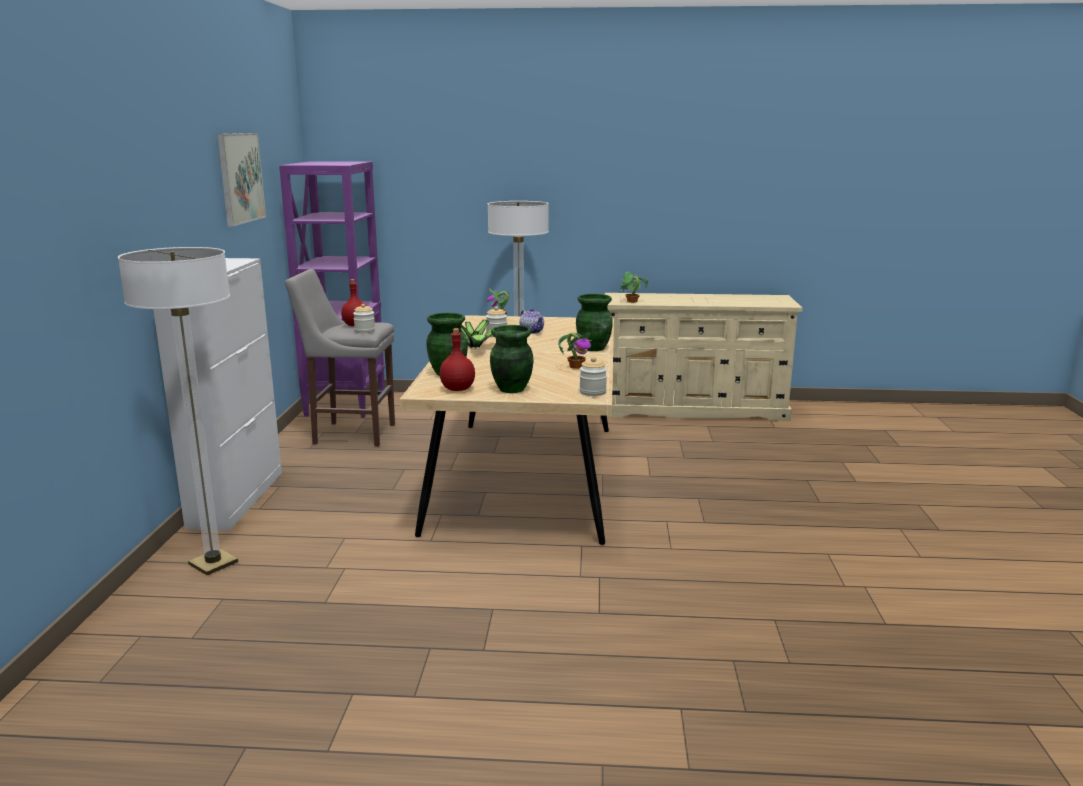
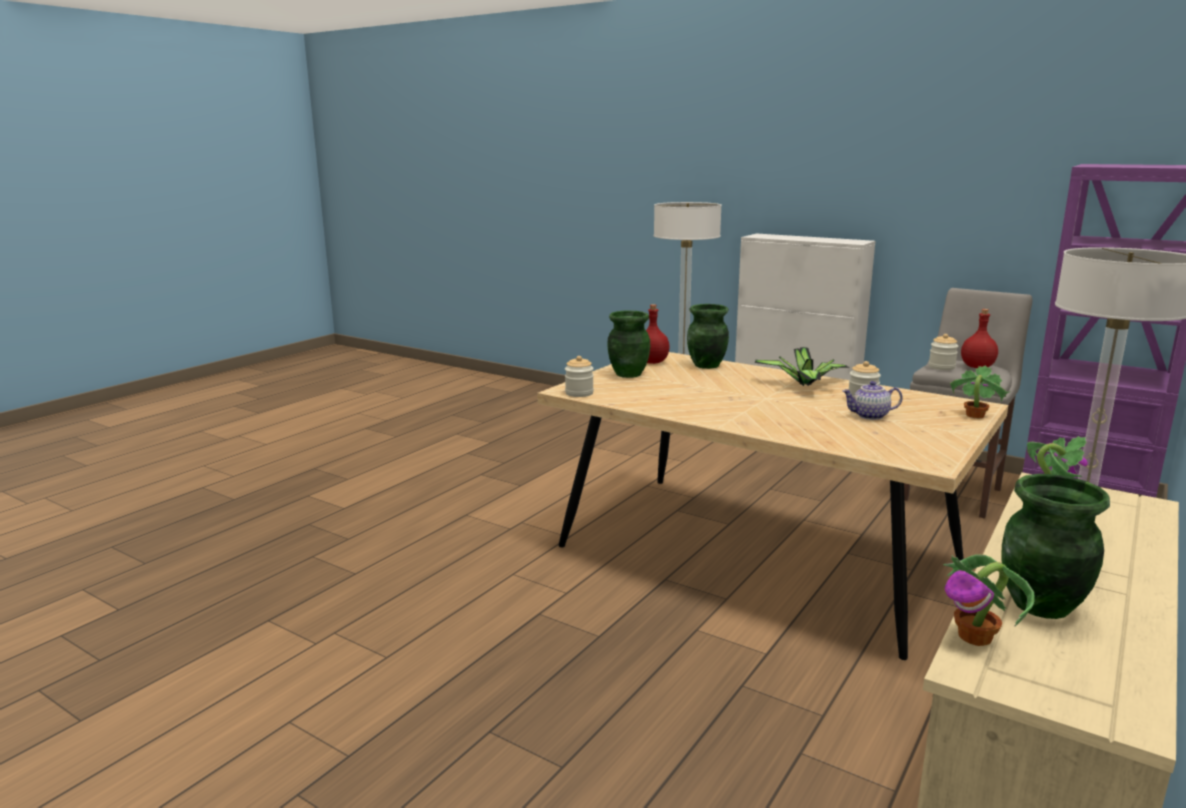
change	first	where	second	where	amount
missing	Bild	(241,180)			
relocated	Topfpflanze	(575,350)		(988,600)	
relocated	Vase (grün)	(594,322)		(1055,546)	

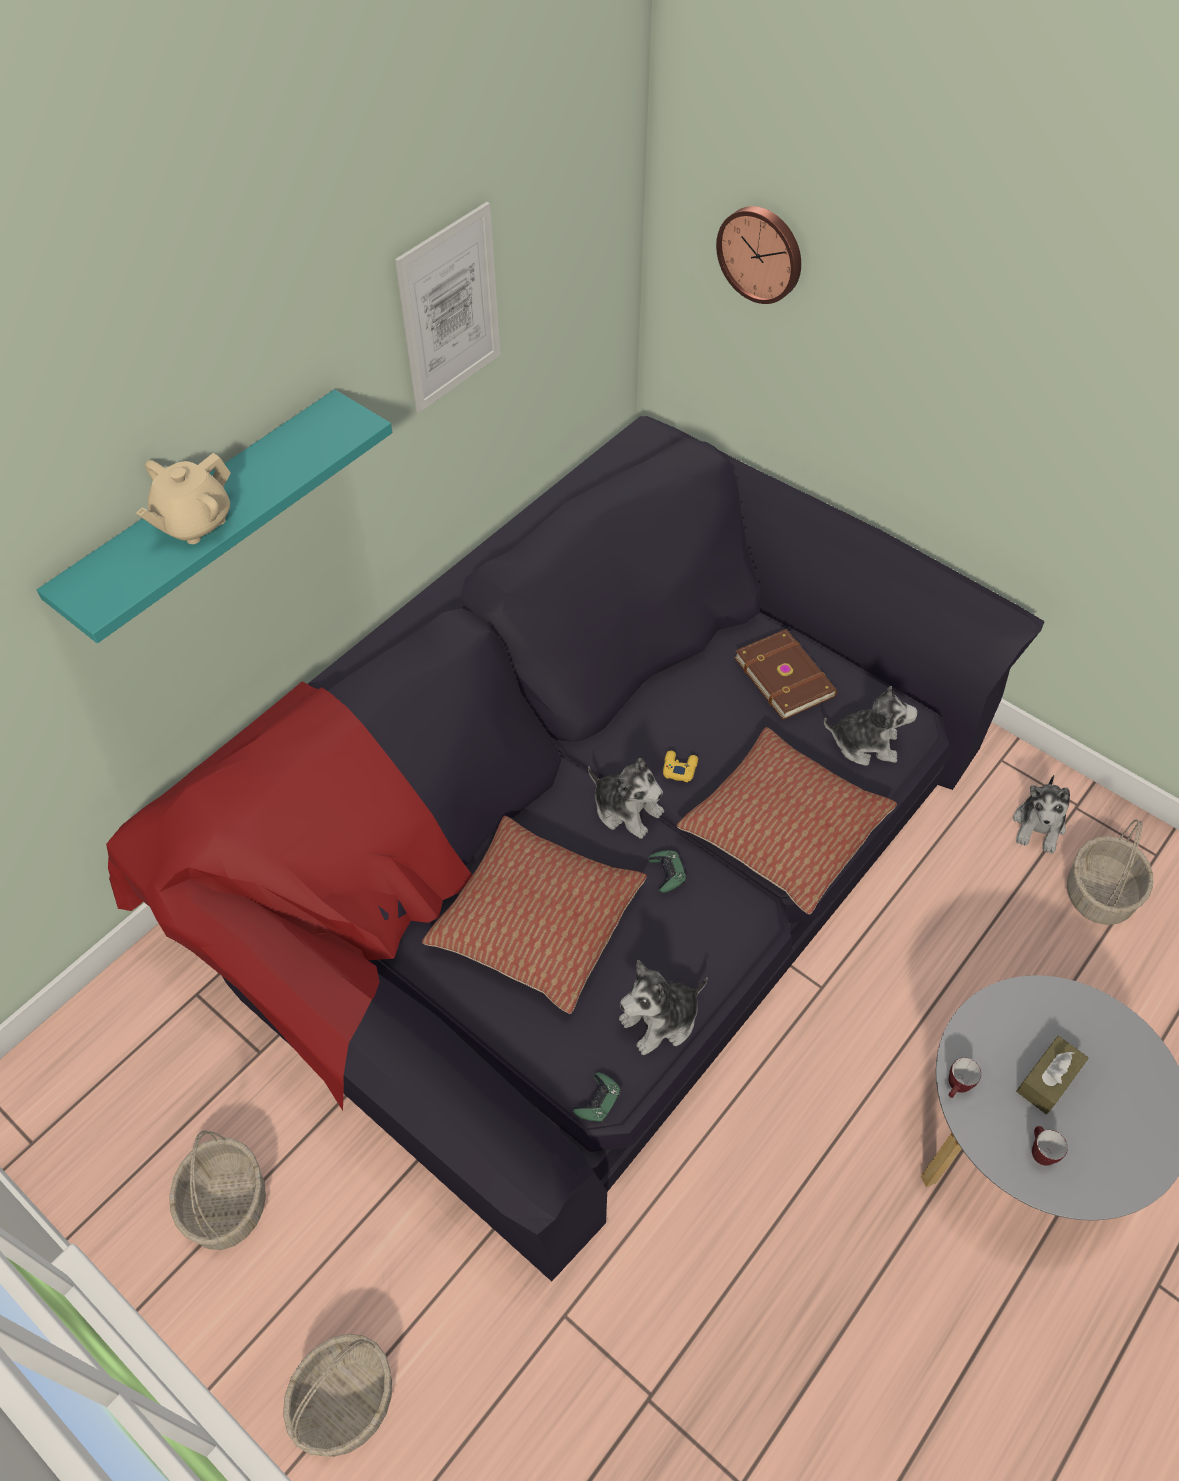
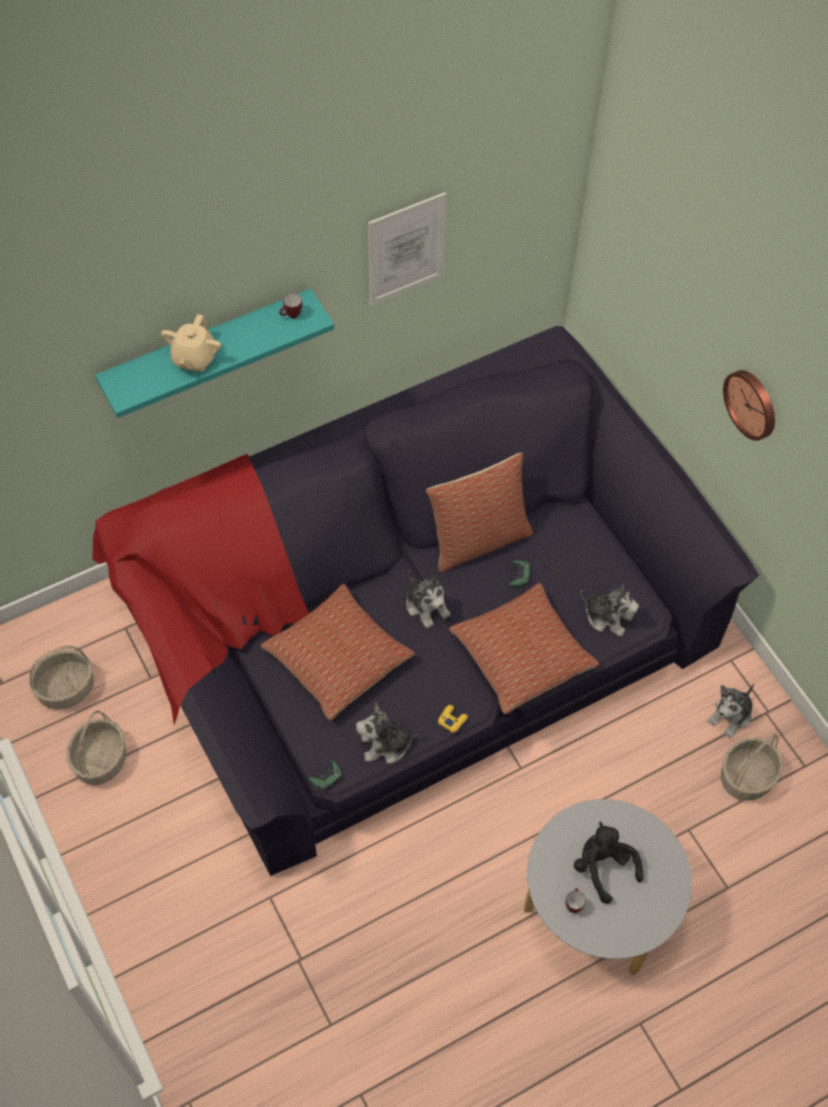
change	first	where	second	where	amount
missing	Buch (braun)	(786,674)			
appeared			Kissen	(479,512)	
relocated	Korb	(337,1395)		(61,678)	
relocated	Gamepad (grün)	(667,871)		(519,573)	
relocated	Gamepad (gelb)	(680,766)		(453,719)	
relocated	Wanduhr	(758,255)		(749,405)	
relocated	Henkelbecher	(965,1078)		(290,306)	
exchanged	Taschentuchbox (braun)	(1052,1075)	Plüschtier (schwarz)	(609,863)	
spun	Teekanne (beige)	(183,498)		(191,343)	45 degrees counterclockwise

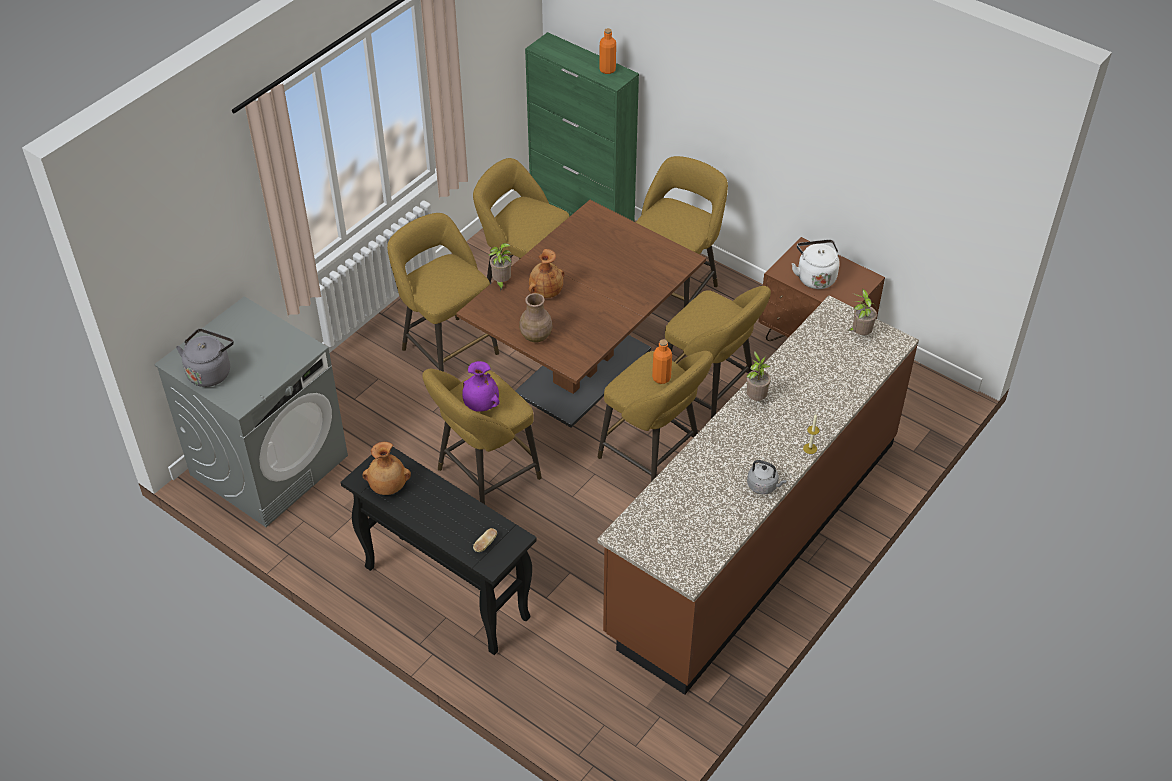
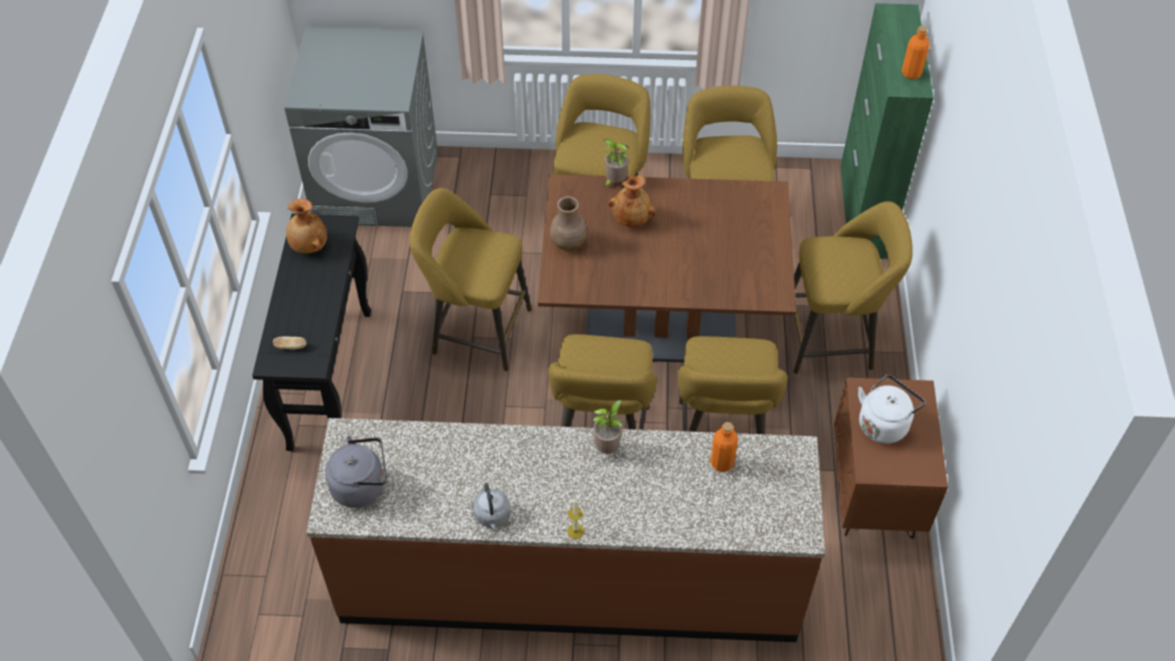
change	first	where	second	where	amount
missing	Vase (lila)	(481,386)			
missing	Topfpflanze	(863,312)			
relocated	Wasserkessel (grau)	(205,358)		(355,472)	
relocated	Flasche (orange)	(662,361)		(724,447)	

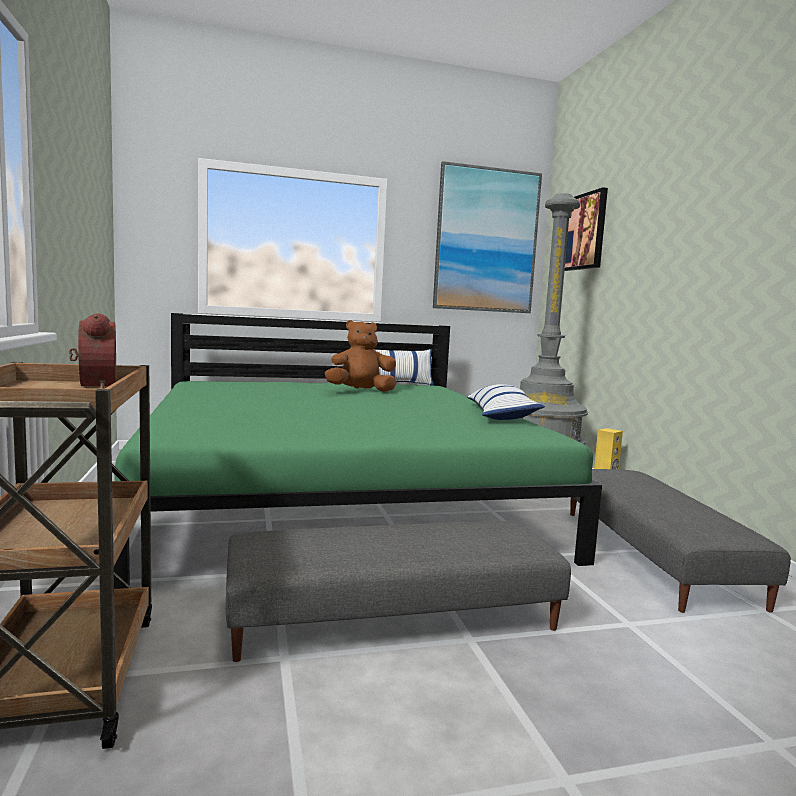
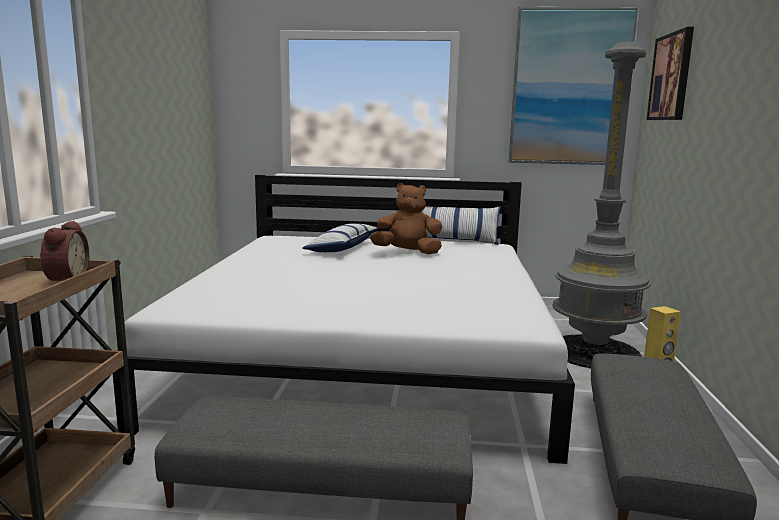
change	first	where	second	where	amount
relocated	Kissen	(506,402)		(340,237)	
colour	Bett (grün)	(358,451)	Bett (weiß)	(344,319)	

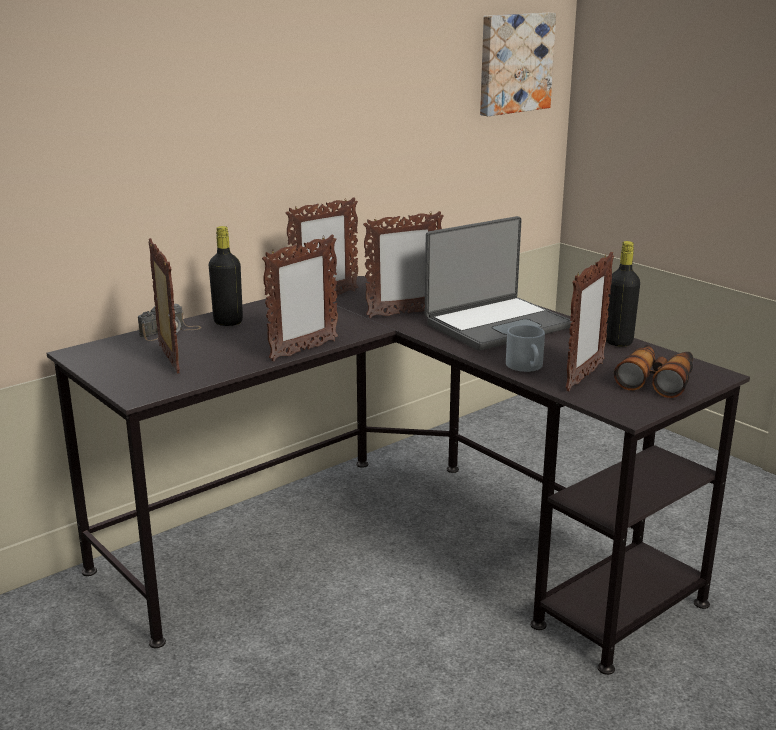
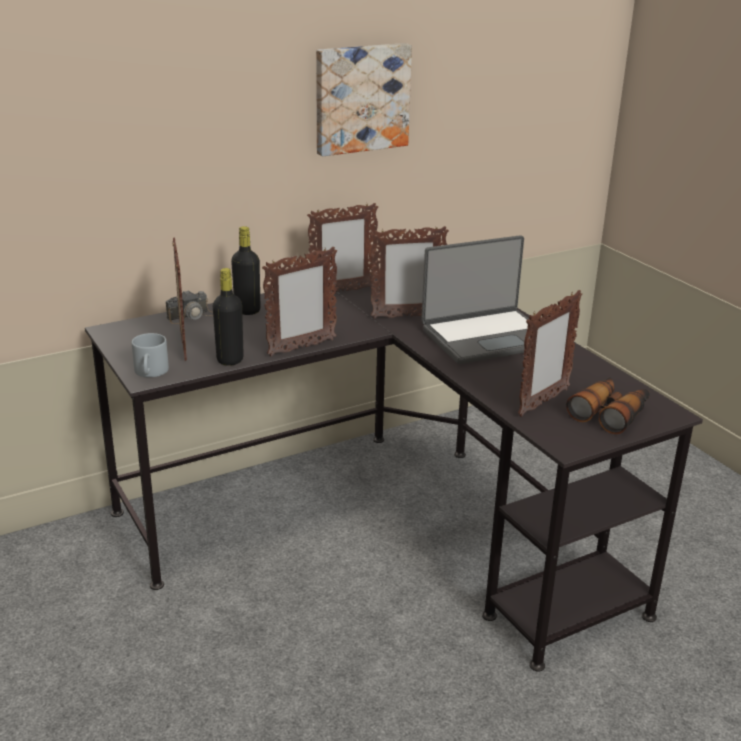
change	first	where	second	where	amount
relocated	Bild	(518,64)		(364,100)	
relocated	Henkelbecher (grau)	(525,348)		(150,355)	
relocated	Flasche (schwarz)	(623,294)		(228,317)	

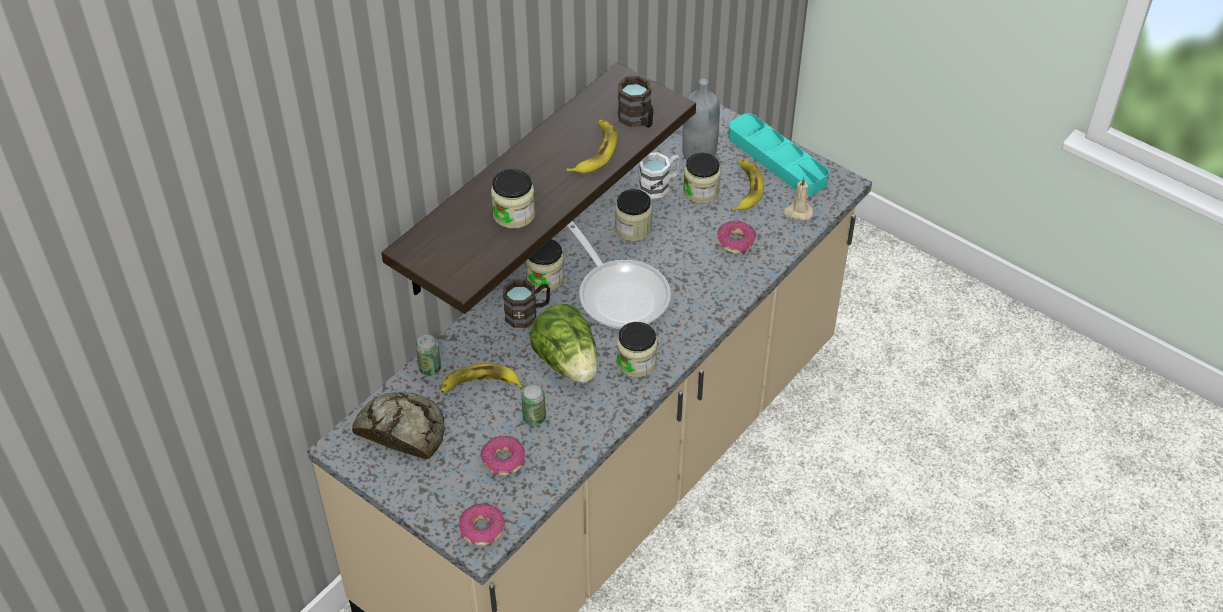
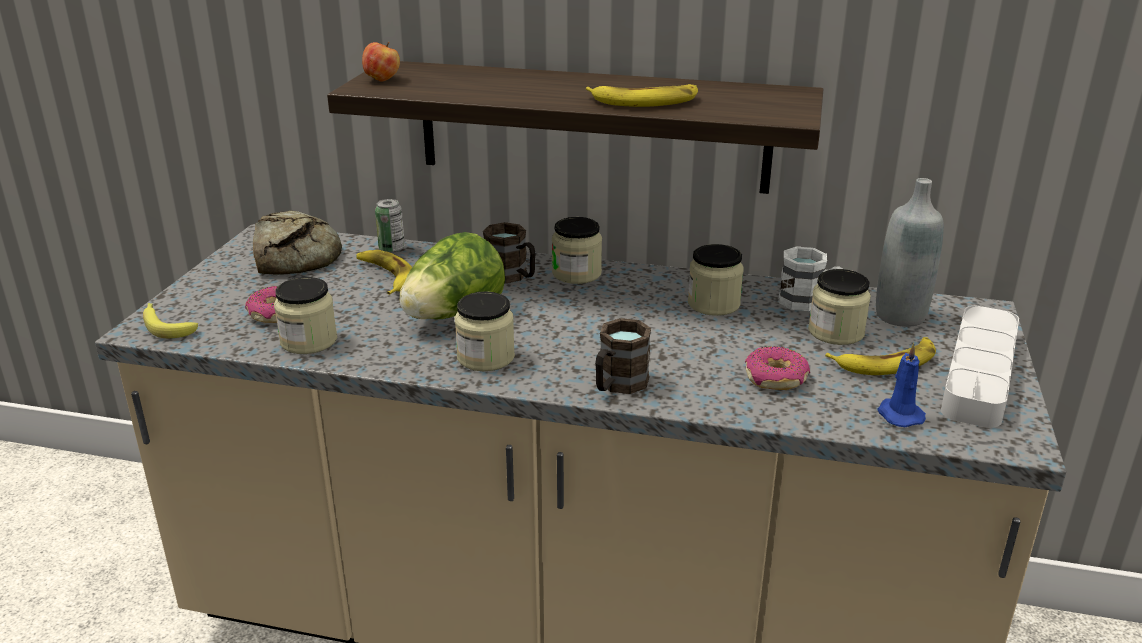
change	first	where	second	where	amount
missing	Dose	(533,405)			
missing	Pfanne	(619,275)			
appeared			Apfel	(381,61)	
relocated	Vorratsglas	(513,199)		(305,315)	
relocated	Henkelbecher (braun)	(635,102)		(623,356)	
exchanged	Donut	(482,524)	Banane	(170,320)	
colour	Tablett (türkis)	(778,154)	Tablett (grau)	(980,367)	
colour	Kerze (beige)	(798,198)	Kerze (blau)	(901,385)	

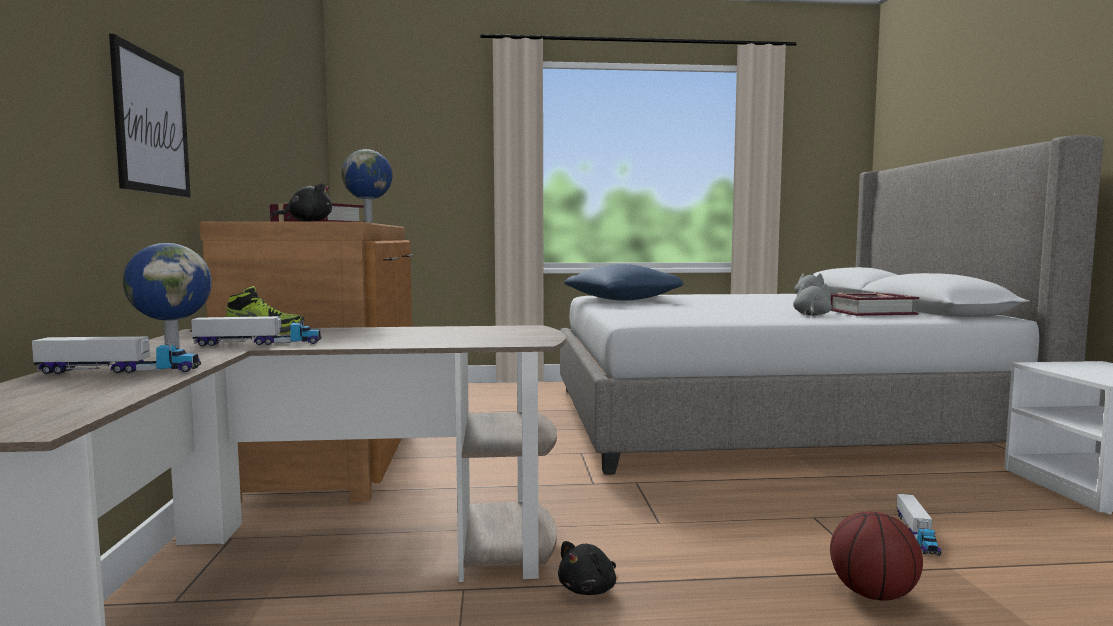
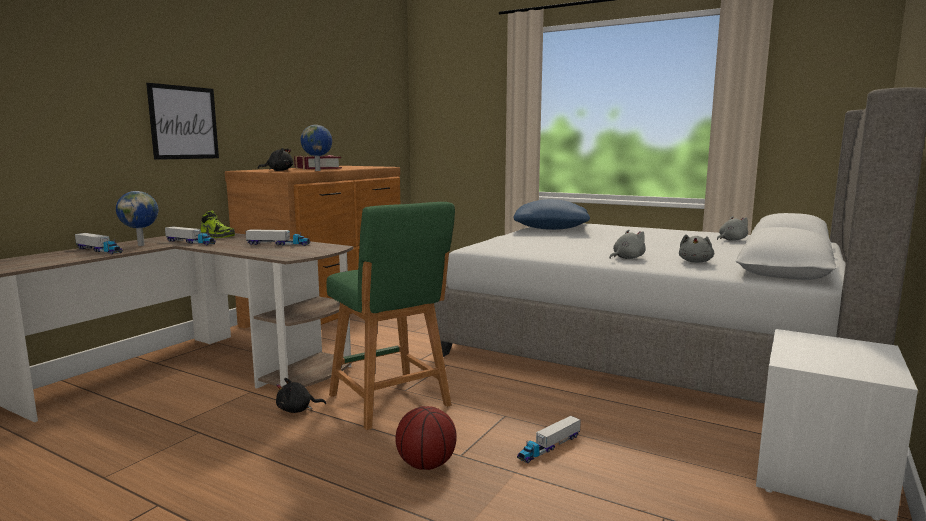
change	first	where	second	where	amount
appeared			Spielzeuglaster	(278,237)	
appeared			Hocker (grün)	(391,316)	
exchanged	Buch	(875,304)	Plüschtier (grau)	(696,248)	

